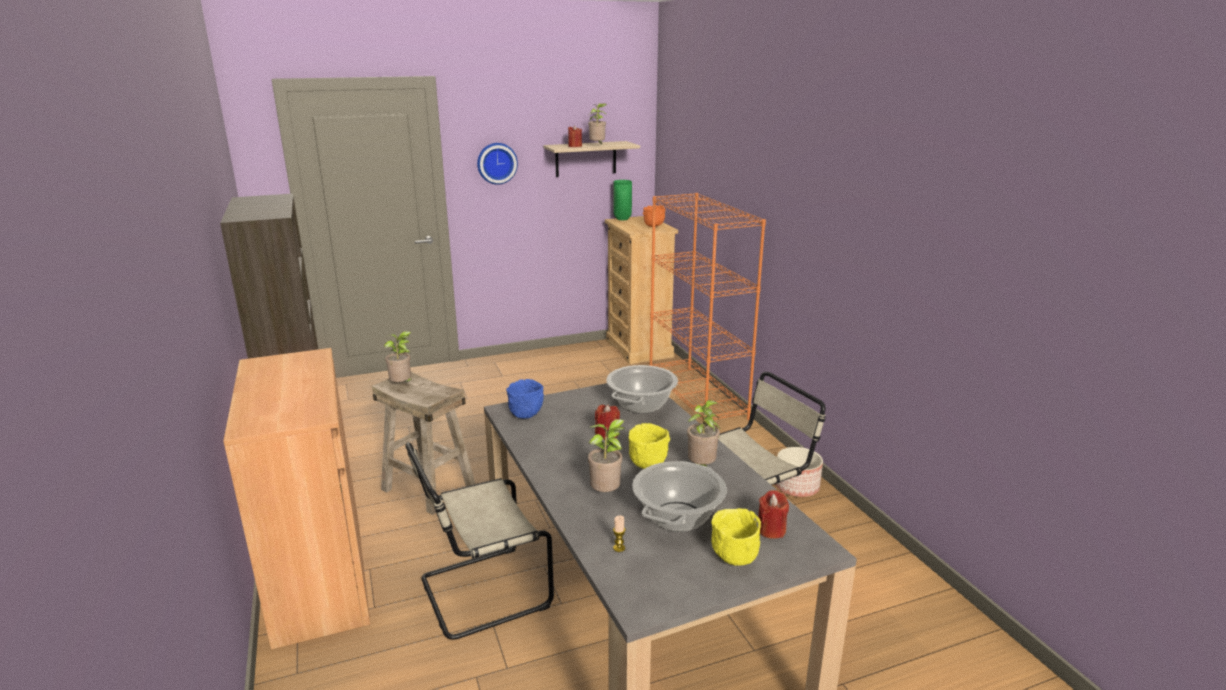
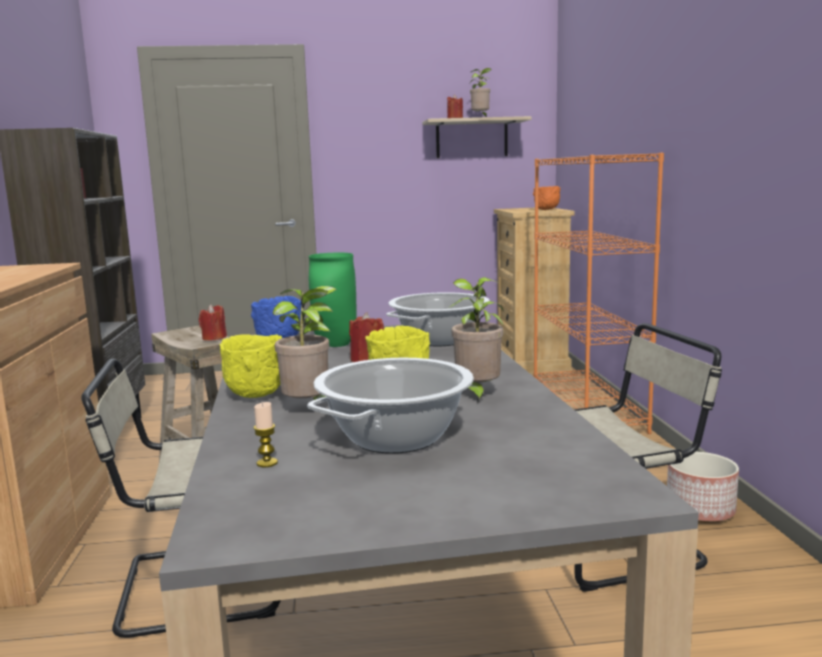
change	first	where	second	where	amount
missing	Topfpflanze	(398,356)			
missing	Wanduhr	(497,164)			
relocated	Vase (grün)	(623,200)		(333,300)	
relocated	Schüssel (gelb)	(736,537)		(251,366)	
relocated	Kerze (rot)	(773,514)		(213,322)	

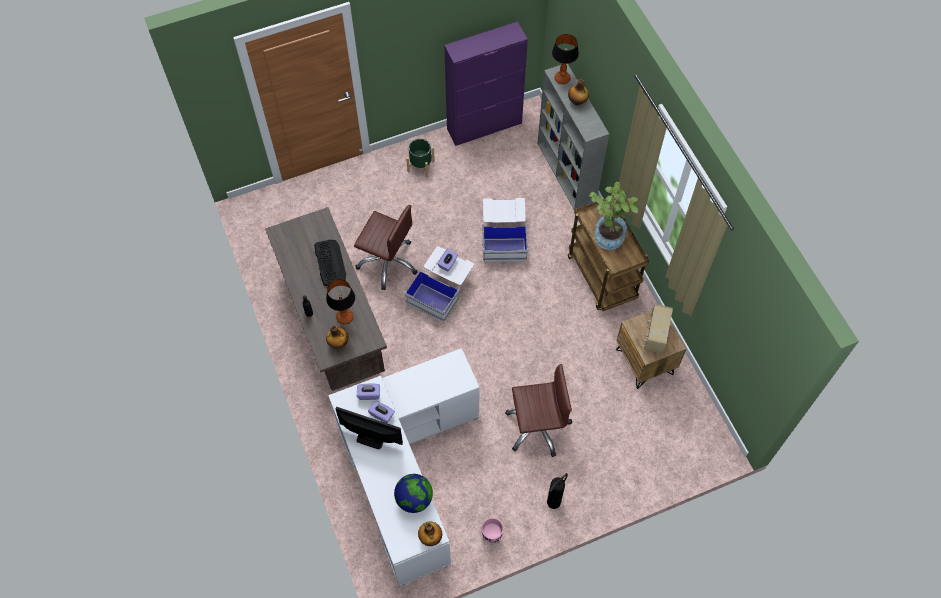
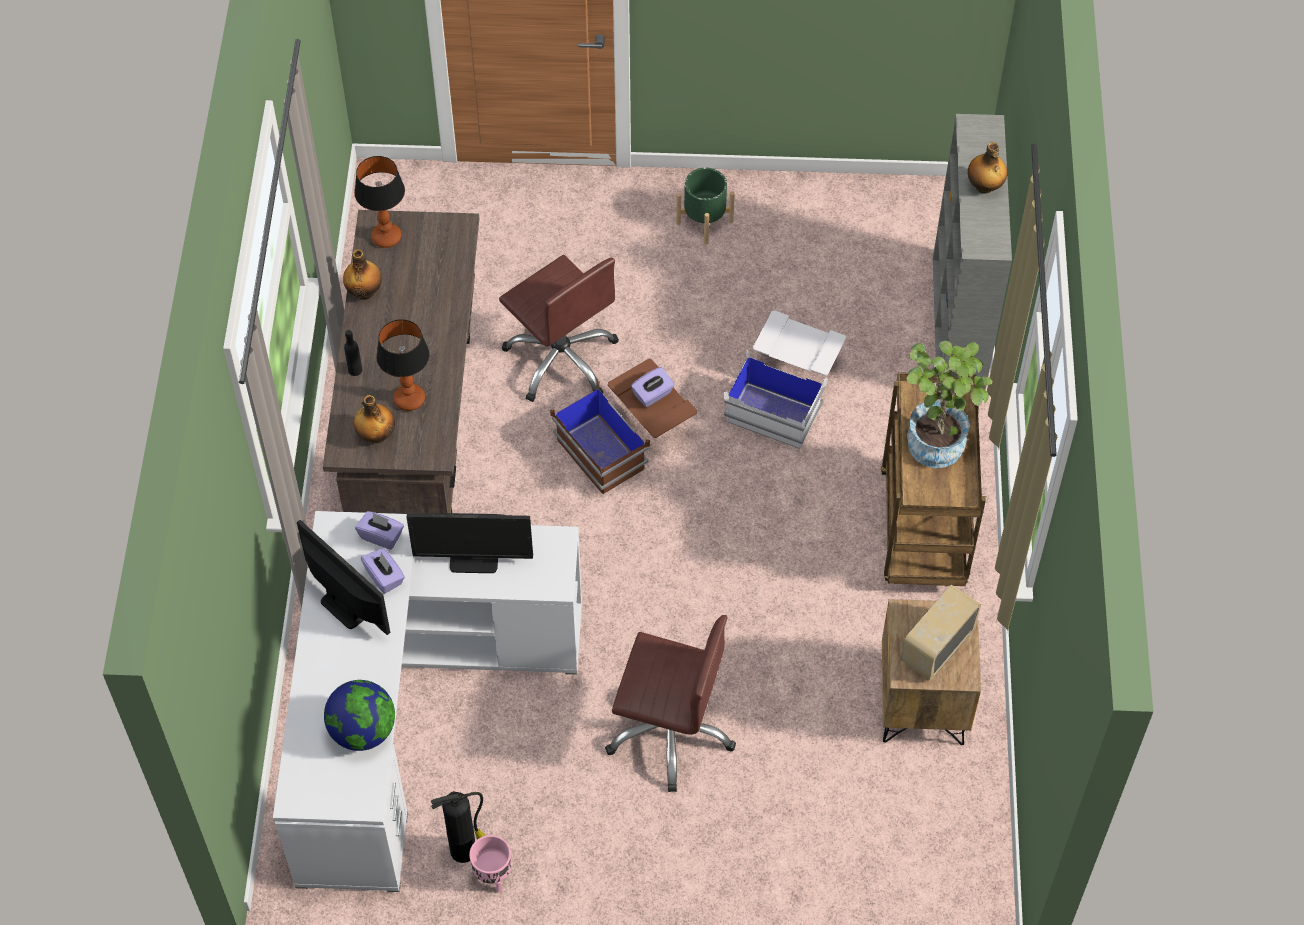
change	first	where	second	where	amount
missing	Tastatur	(330,263)			
missing	Schrank (lila)	(486,84)			
appeared			Monitor	(470,543)	
relocated	Flasche	(430,534)		(362,274)	
relocated	Feuerlöscher	(557,491)		(458,827)	
relocated	Tischlampe	(565,59)		(379,202)	
colour	Aufbewahrungsbox (weiß)	(438,284)	Aufbewahrungsbox (braun)	(623,426)	

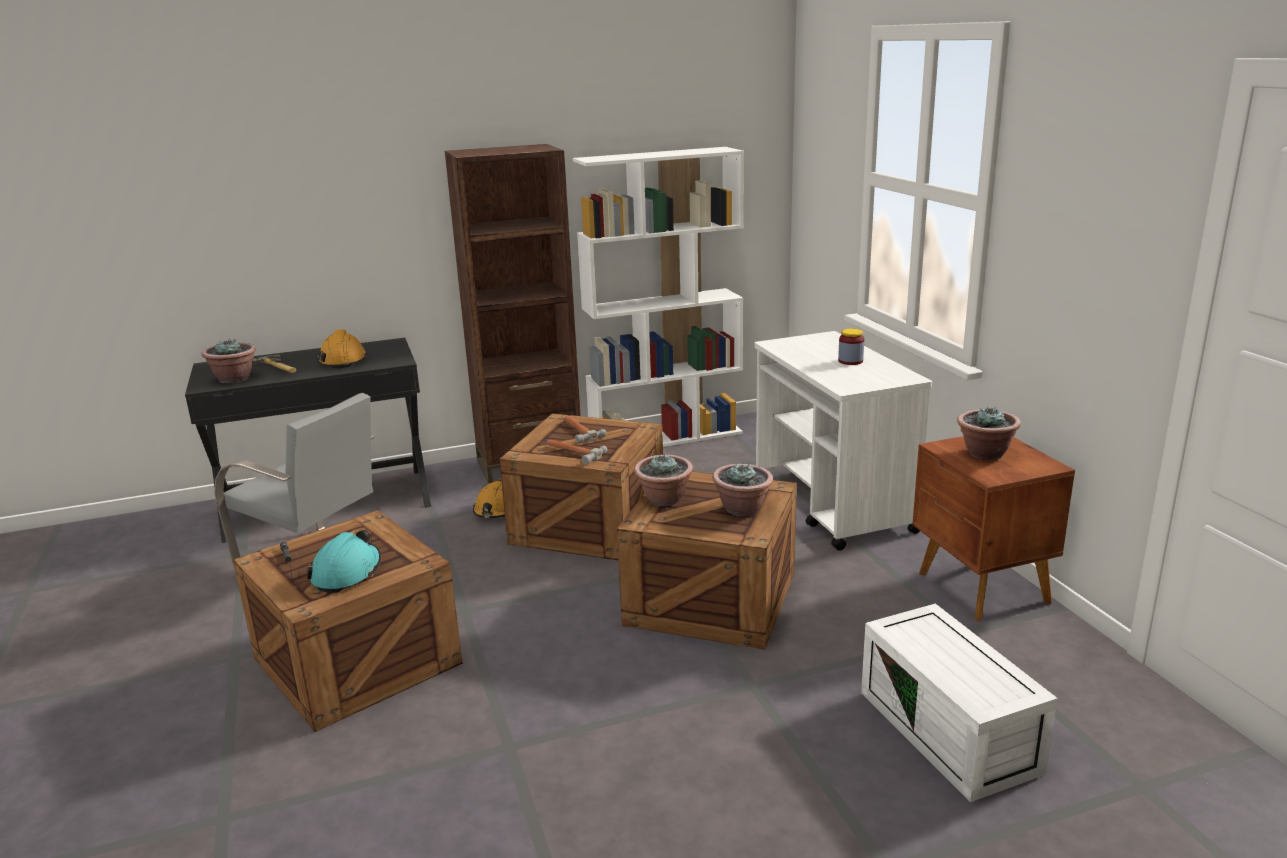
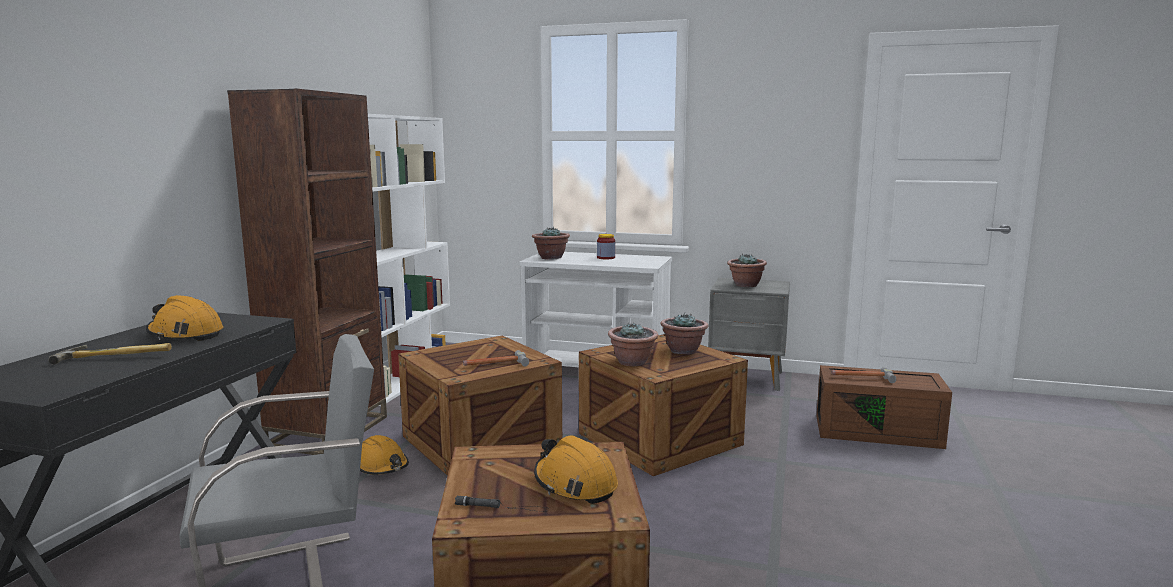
change	first	where	second	where	amount
relocated	Topfpflanze	(228,360)		(551,243)	
relocated	Hammer	(584,430)		(864,375)	
colour	Schutzhelm (türkis)	(344,561)	Schutzhelm (orange)	(576,469)	
colour	Aufbewahrungsbox (weiß)	(959,702)	Aufbewahrungsbox (braun)	(884,407)	
colour	Nachttisch (braun)	(994,529)	Nachttisch (grau)	(749,334)	

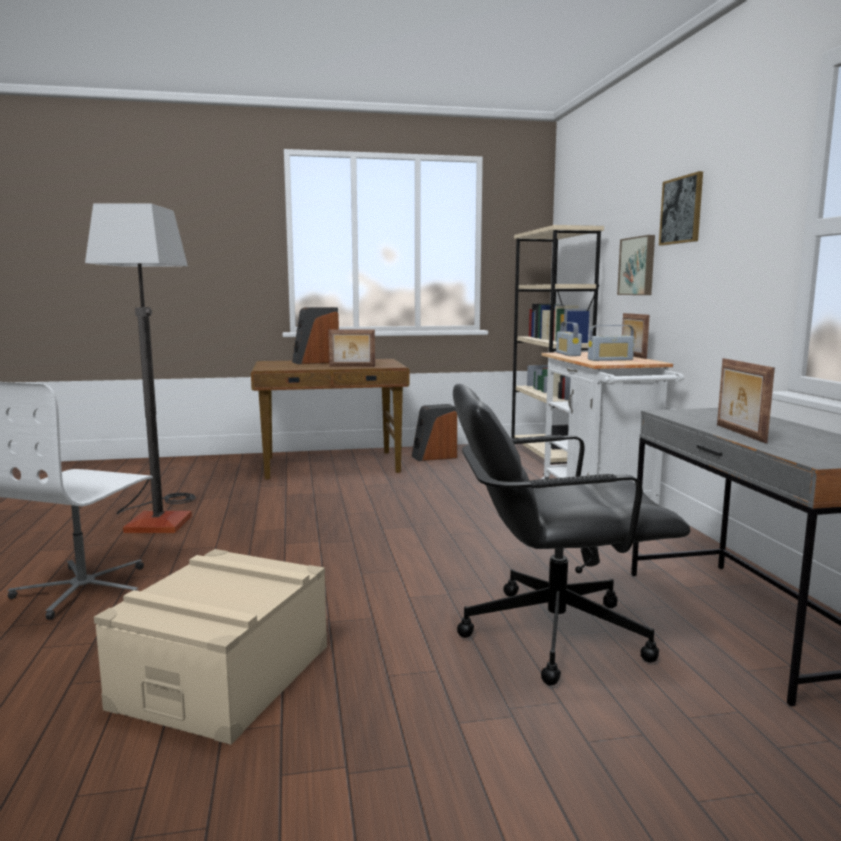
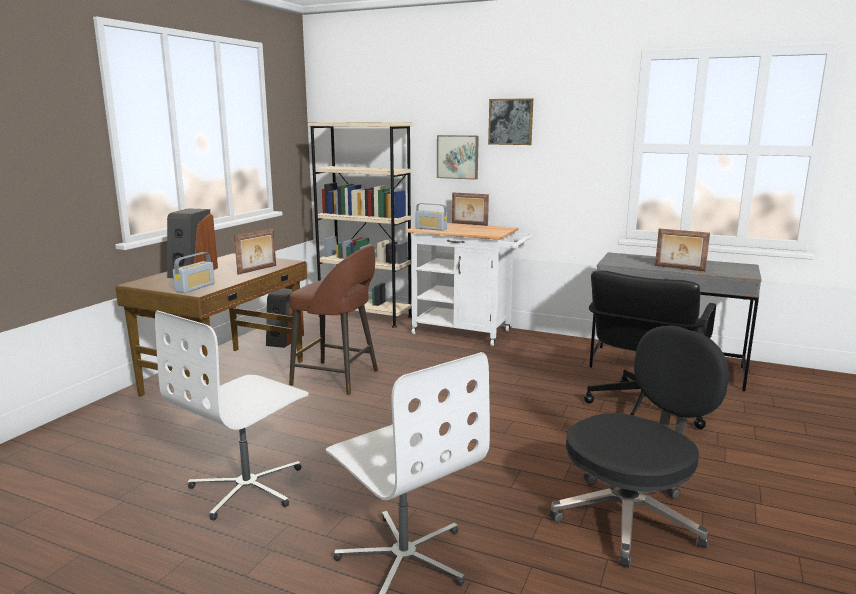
change	first	where	second	where	amount
appeared			Hocker (braun)	(333,320)	
relocated	Radio	(611,343)		(194,272)	
exchanged	Stehlampe	(140,368)	Bürostuhl (weiß)	(232,415)	
exchanged	Aufbewahrungsbox (beige)	(210,647)	Bürostuhl (schwarz)	(639,446)	

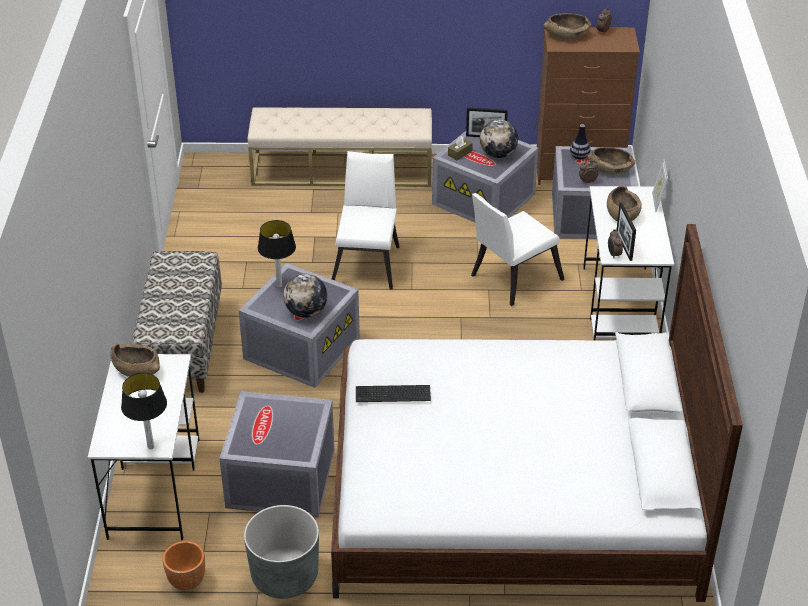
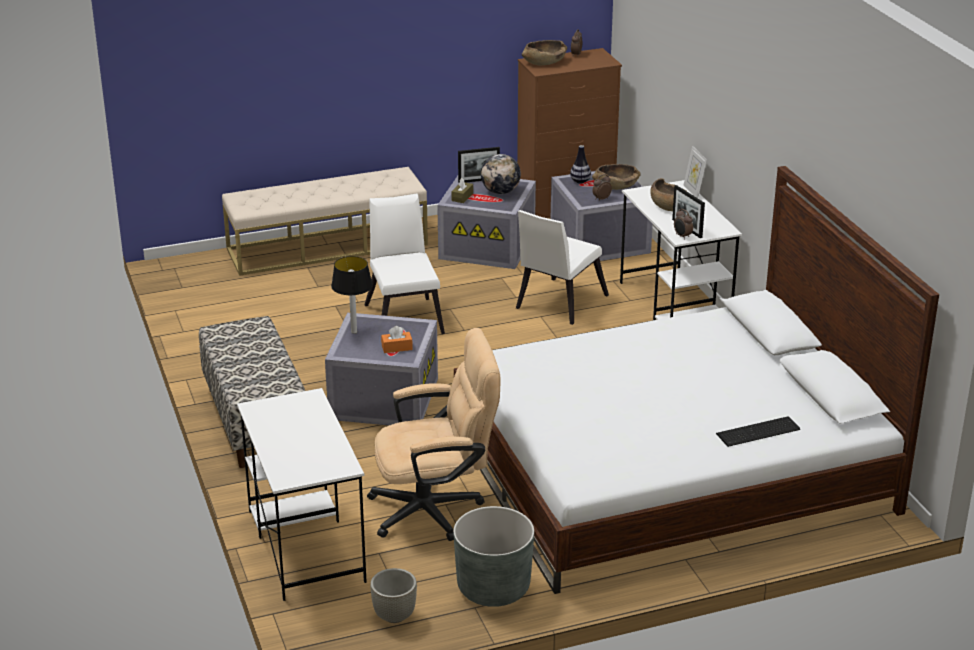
change	first	where	second	where	amount
missing	Schüssel (braun)	(135,360)			
missing	Tischlampe	(144,411)			
relocated	Tastatur	(393,393)		(758,431)	
exchanged	Aufbewahrungsbox (grau)	(276,454)	Bürostuhl (beige)	(434,434)	
exchanged	Globus	(305,296)	Taschentuchbox (orange)	(397,339)	
colour	Pflanzkübel (orange)	(183,565)	Pflanzkübel (grau)	(393,595)	

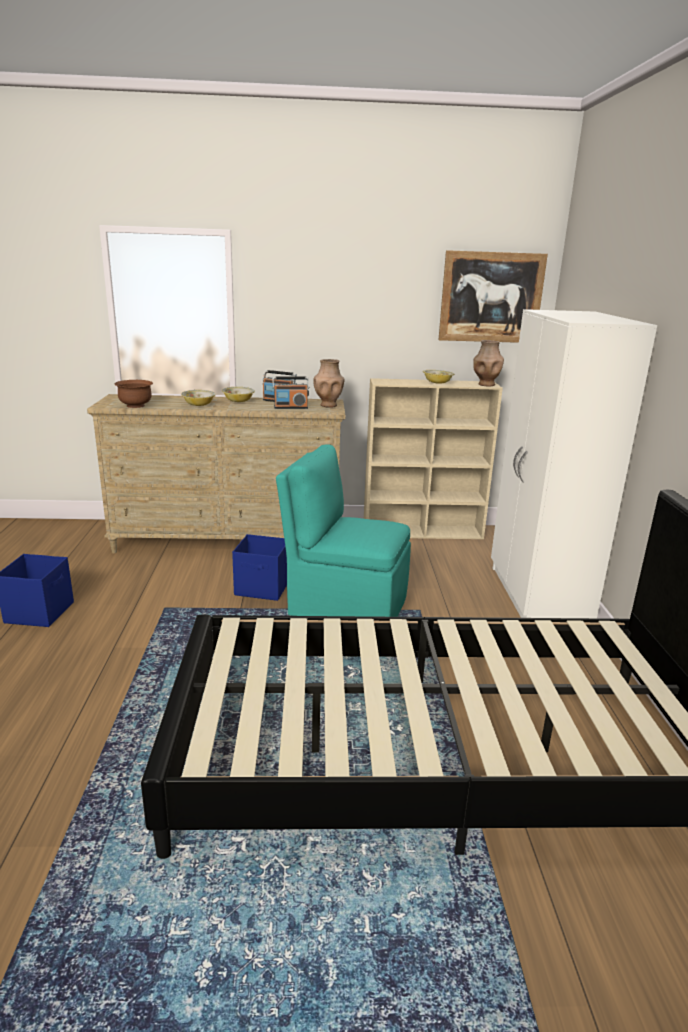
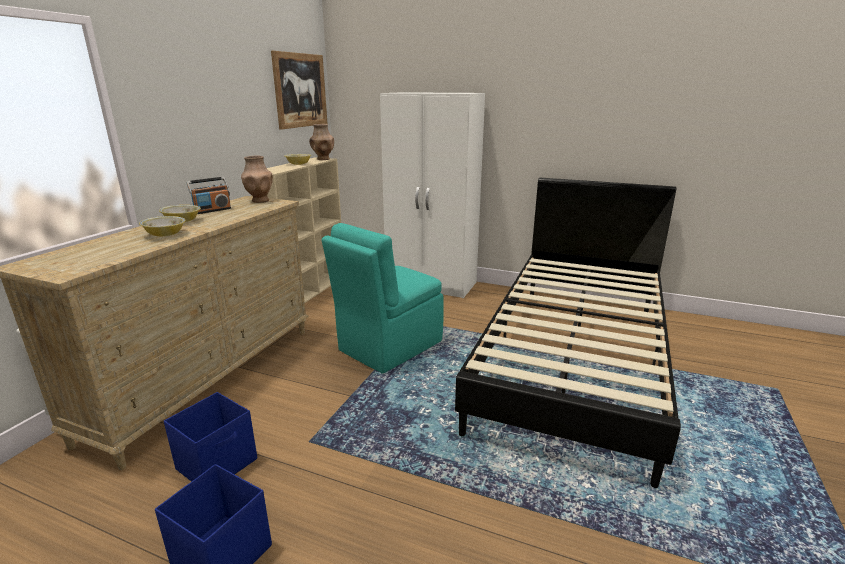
change	first	where	second	where	amount
missing	Schüssel (braun)	(134,394)			
missing	Radio	(290,392)			
relocated	Aufbewahrungsbox (blau)	(259,567)		(210,437)	

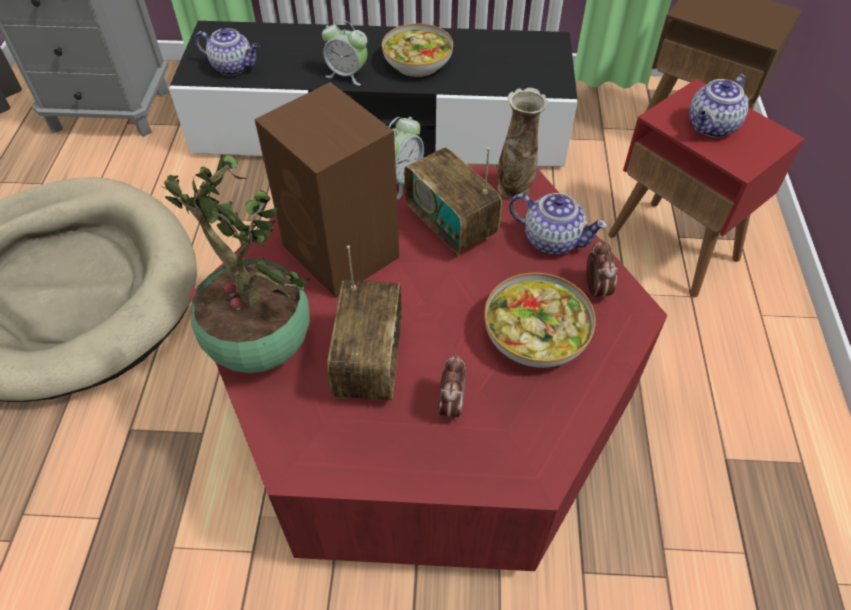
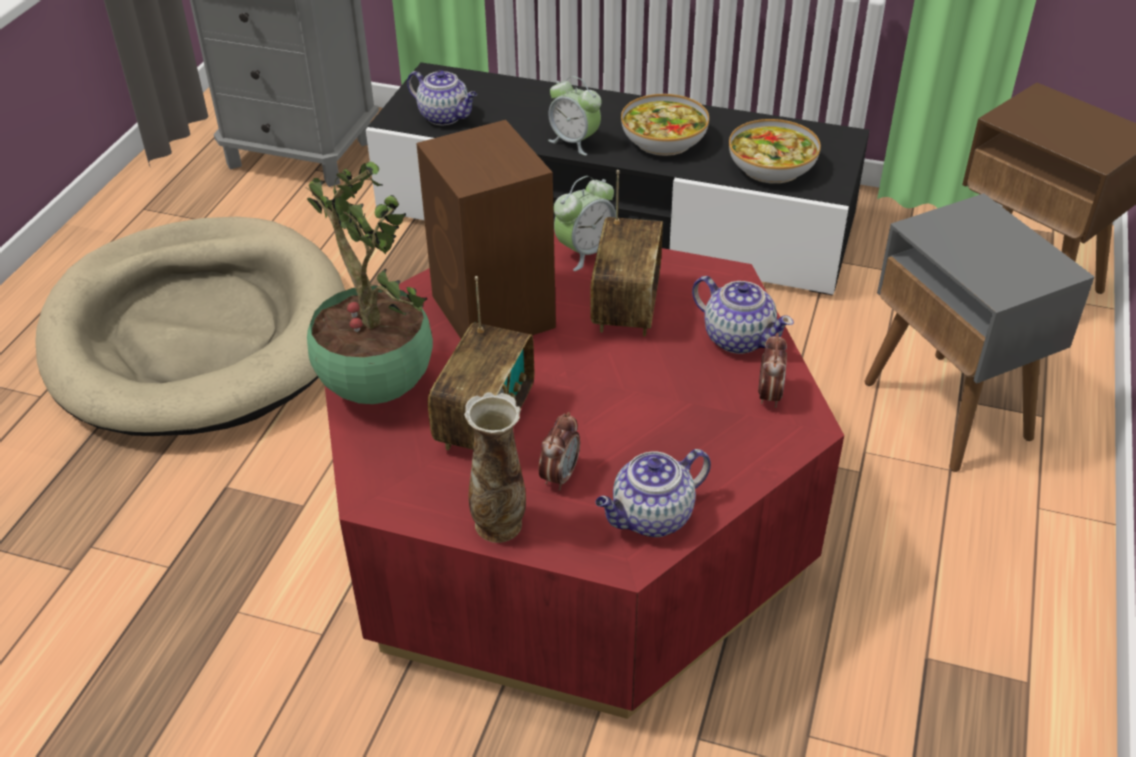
change	first	where	second	where	amount
relocated	Schüssel	(540,320)		(775,151)	
relocated	Vase	(523,144)		(495,467)	
relocated	Teekanne	(718,106)		(653,493)	
colour	Beistelltisch (rot)	(706,188)	Beistelltisch (grau)	(979,332)	
spun	Radio	(453,202)		(626,253)	150 degrees counterclockwise

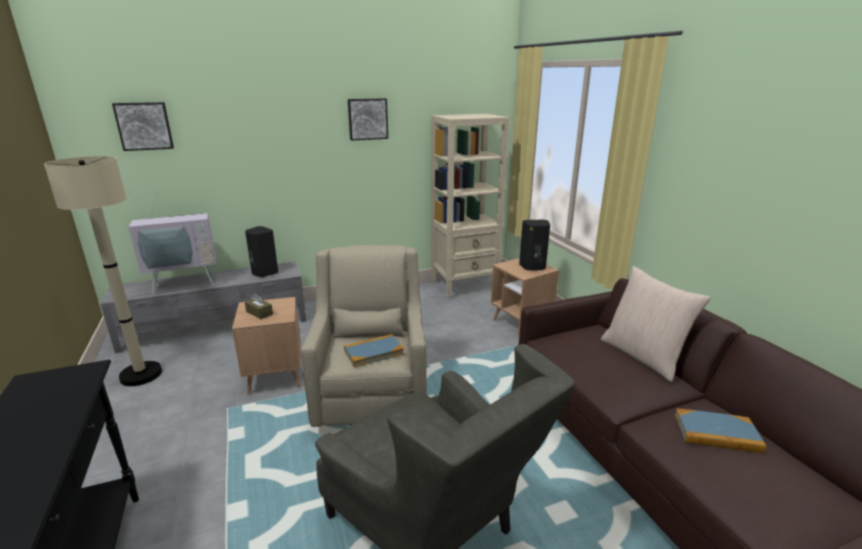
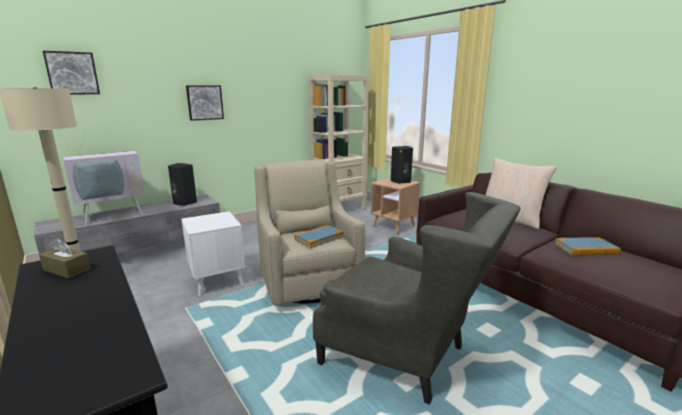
change	first	where	second	where	amount
relocated	Taschentuchbox (braun)	(259,306)		(65,258)	
relocated	Bild	(368,119)		(205,103)	
colour	Beistelltisch (braun)	(266,346)	Beistelltisch (weiß)	(213,253)	

